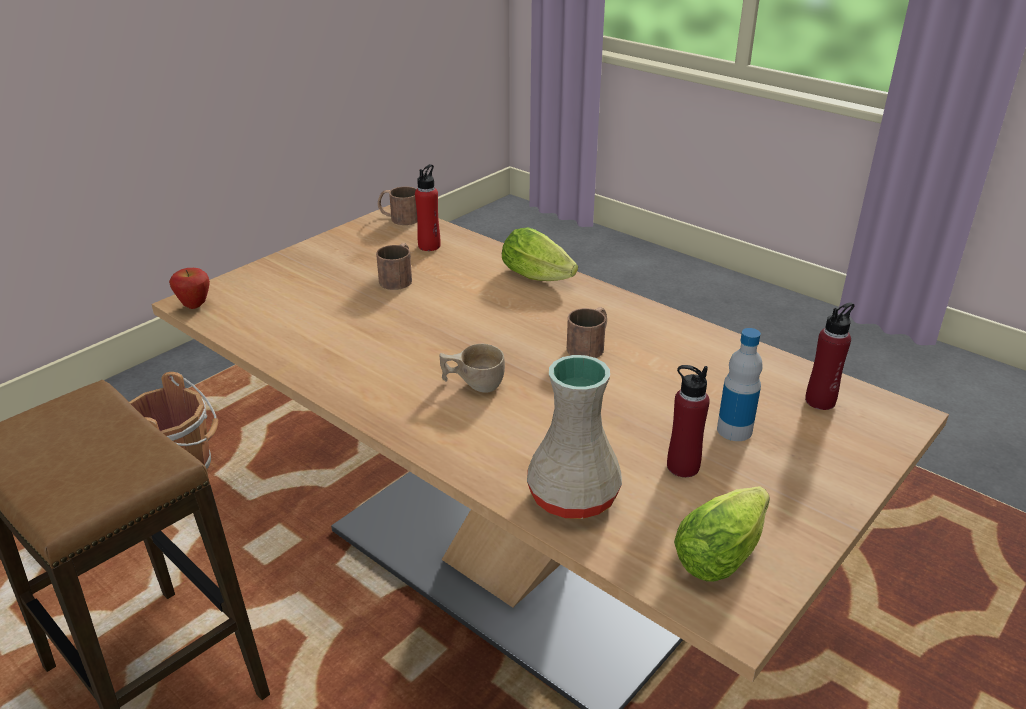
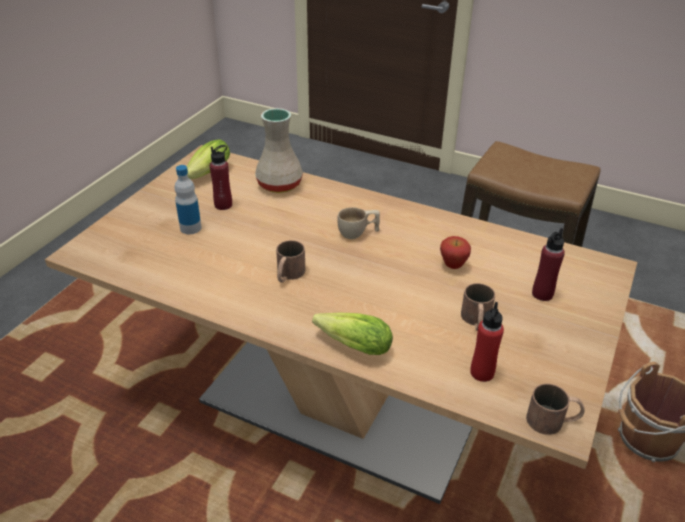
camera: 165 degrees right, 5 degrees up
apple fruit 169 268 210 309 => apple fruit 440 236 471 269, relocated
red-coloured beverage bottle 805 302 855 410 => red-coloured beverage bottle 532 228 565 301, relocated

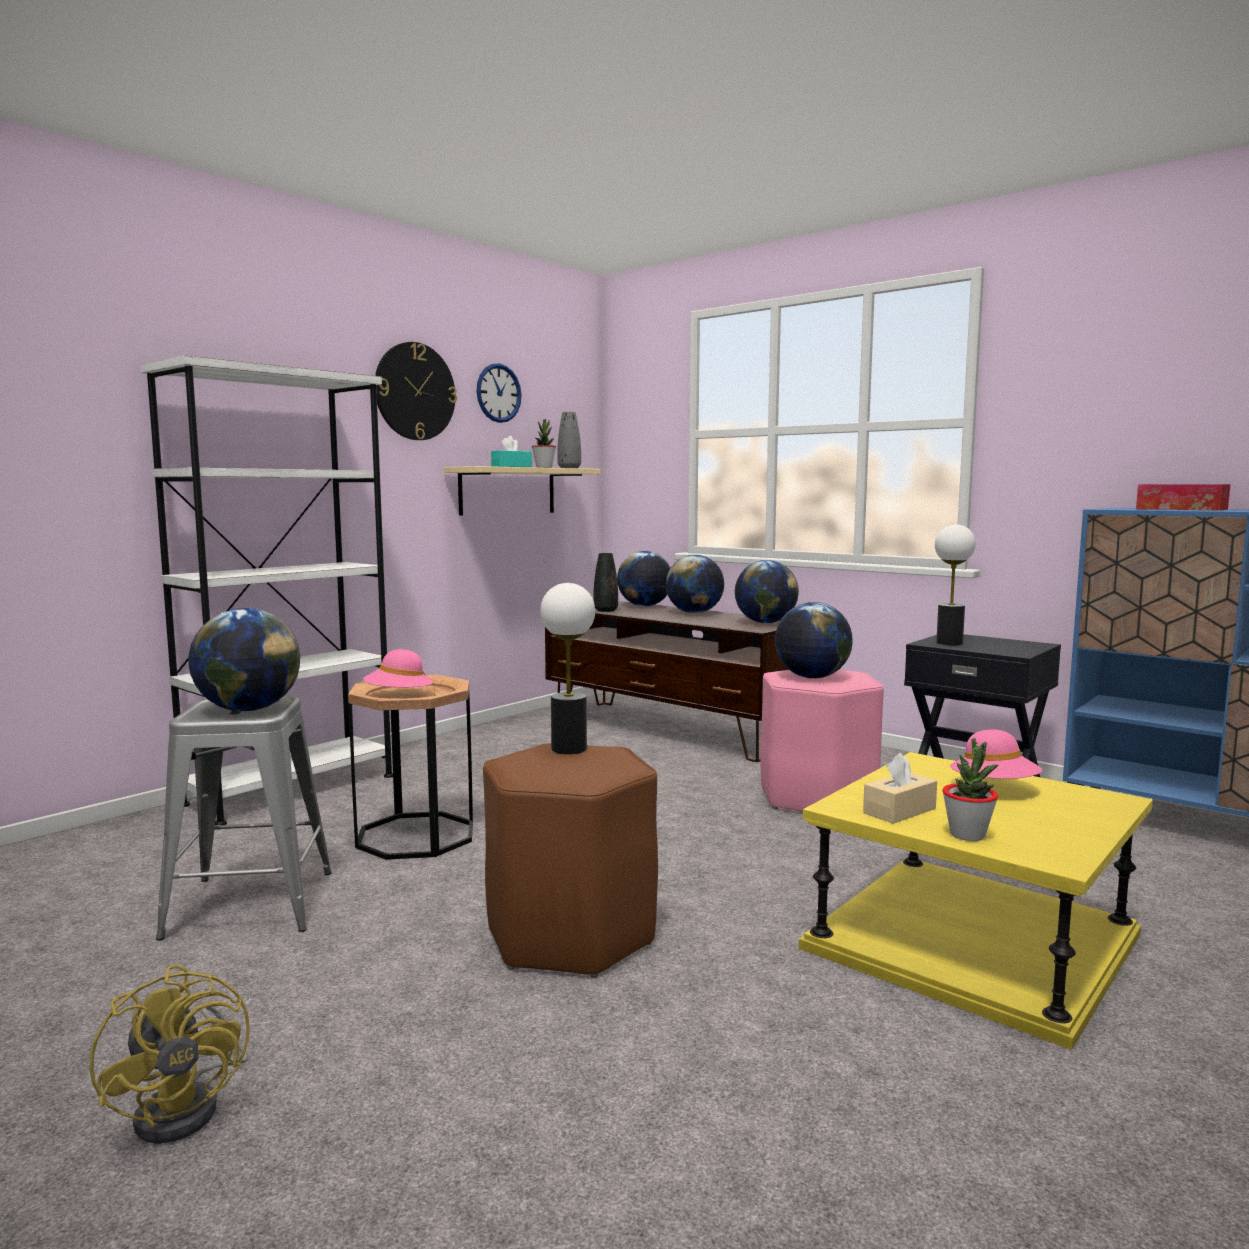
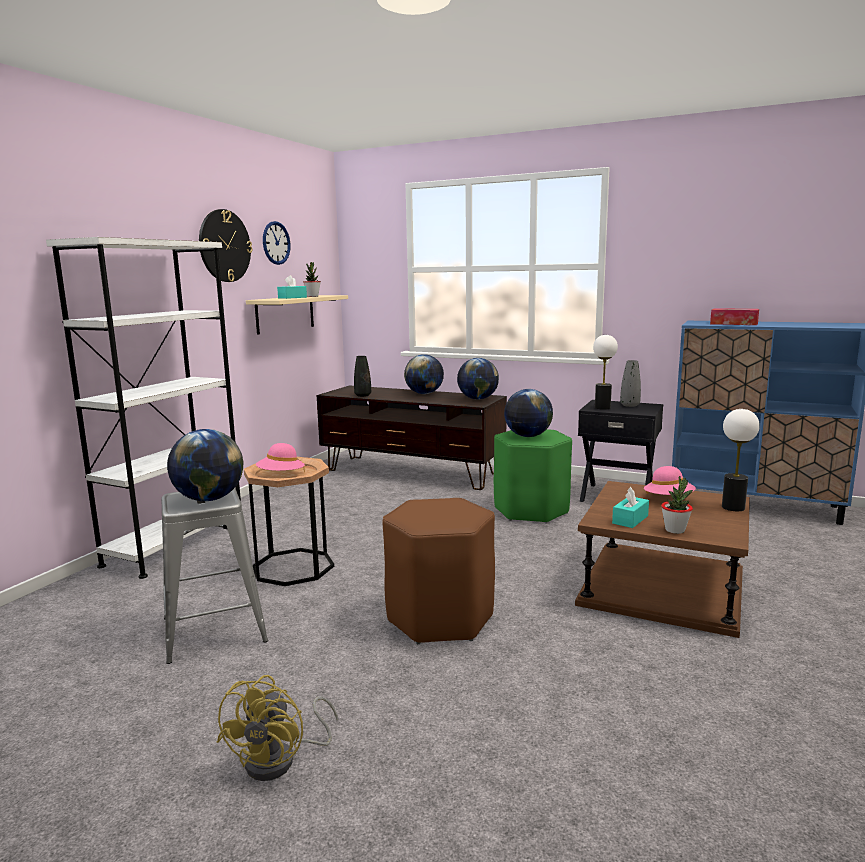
camera: 15 degrees left, 5 degrees up
globe 617 551 670 606 => nothing
table lamp 540 583 595 754 => table lamp 722 409 760 511, relocated
gray flower vase 557 412 581 468 => gray flower vase 620 360 641 407, relocated
pink-coloured sitting stool 760 670 884 812 => greenish sitting stool 494 429 572 524
yellowish accent table 799 752 1153 1050 => brown accent table 575 481 750 638
beige-coloured box of tissues 863 753 937 824 => turquoise-coloured box of tissues 612 487 649 528
yellowish electric fan 89 964 250 1144 => yellowish electric fan 217 675 338 781, 60 degrees clockwise

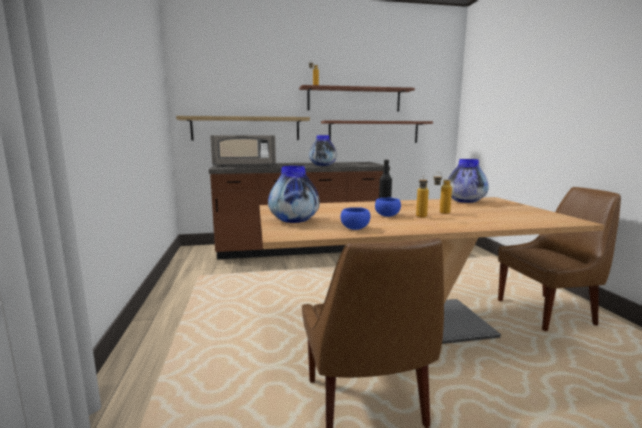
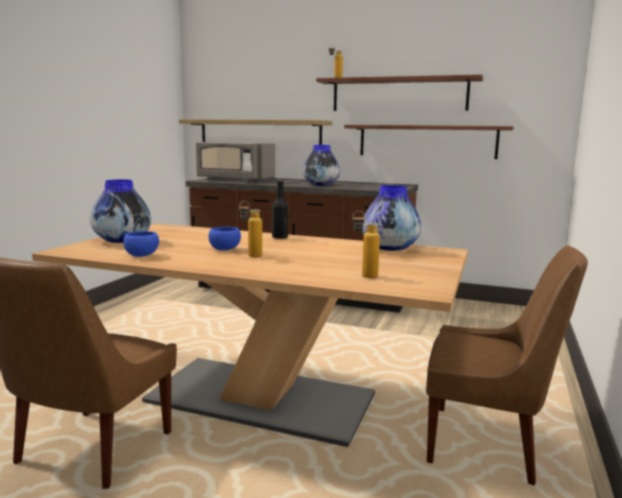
camera: 30 degrees right, 0 degrees up
beverage bottle 433 172 452 214 => beverage bottle 353 211 380 278, relocated

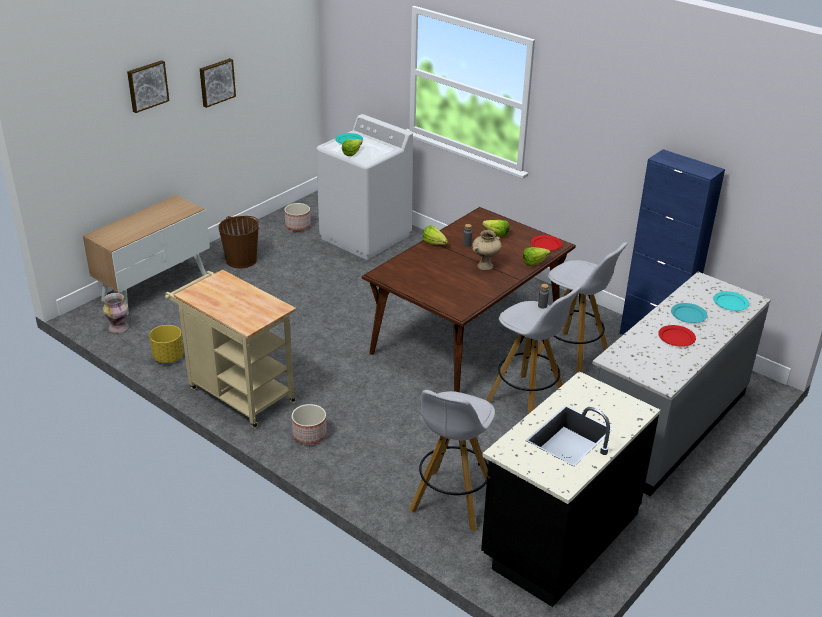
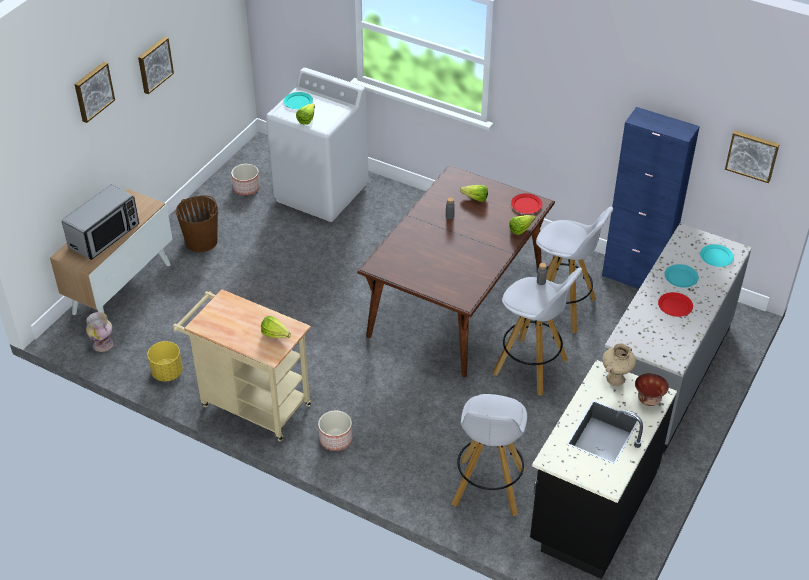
camera: 10 degrees left, 10 degrees up
nothing => microwave oven 62 185 139 260
nothing => serving bowl 635 373 669 406
nothing => wall art 725 131 780 183
head of lettuce 423 225 448 245 => head of lettuce 261 316 291 338, relocated
beige-coloured flower vase 472 230 502 270 => beige-coloured flower vase 602 344 636 386, relocated

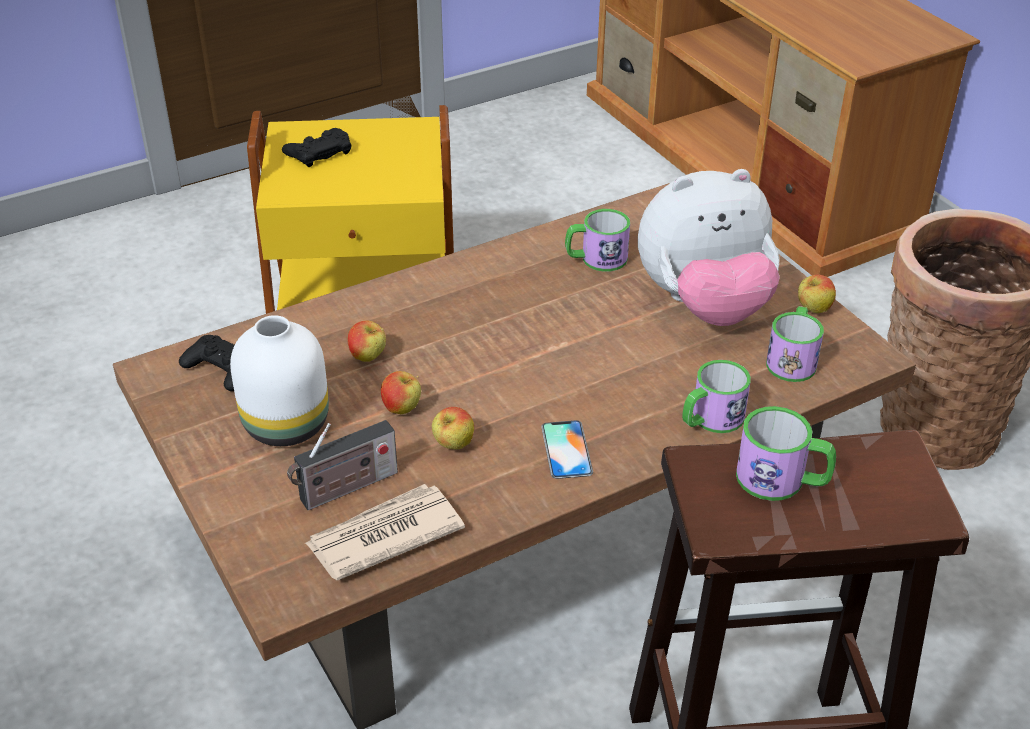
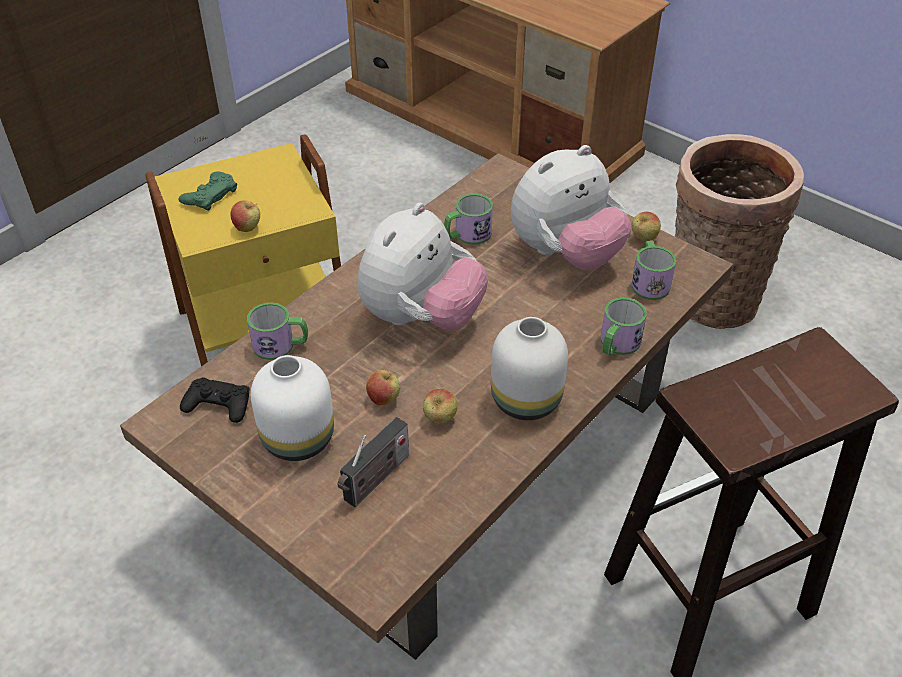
camera: 20 degrees left, 5 degrees up
daily paper 305 484 465 581 => nothing
nothing => soft toy 358 203 488 330
apple fruit 347 320 386 362 => apple fruit 231 200 260 232, relocated
mug 736 406 836 501 => mug 247 303 308 360, relocated
phone 541 420 593 479 => white-coloured flower vase 491 317 568 420
black gamepad 282 128 352 167 => greenish gamepad 179 171 237 211

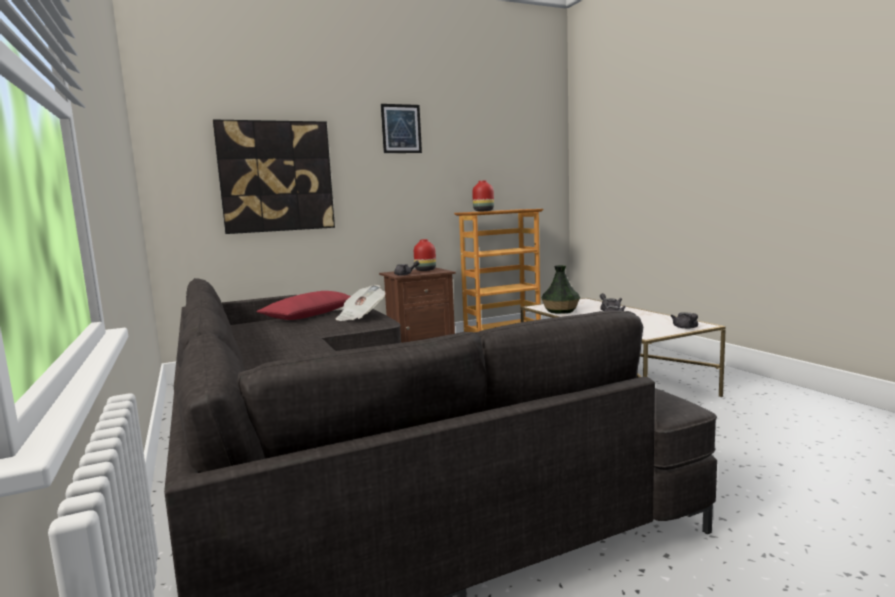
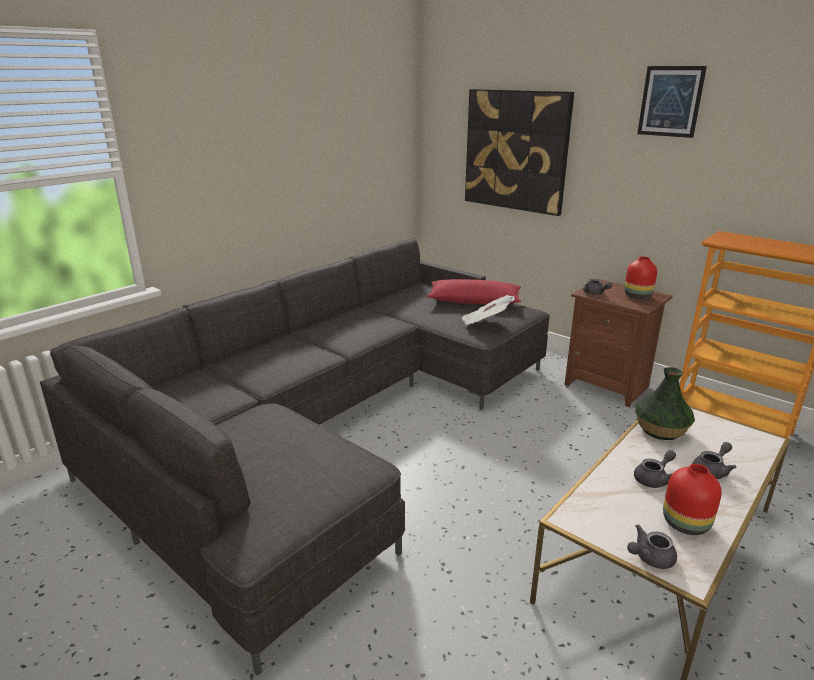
camera: 65 degrees right, 15 degrees up
red-coloured flower vase 472 181 494 211 => red-coloured flower vase 663 464 722 535, relocated

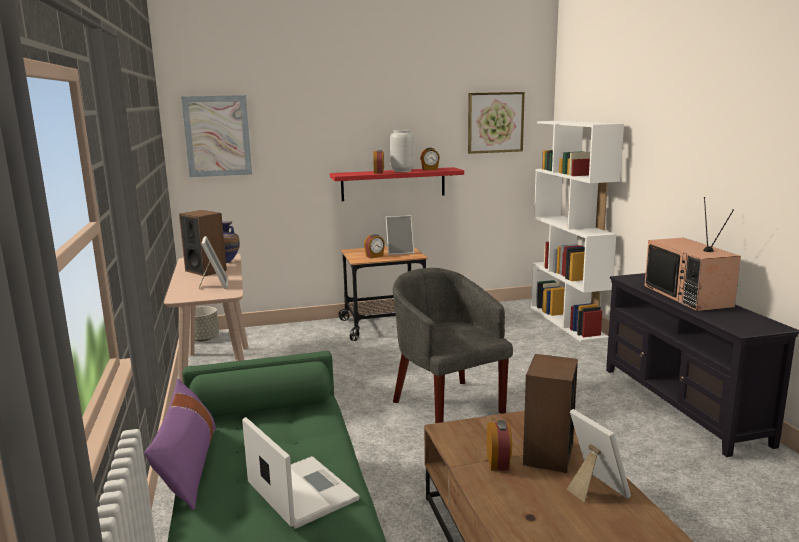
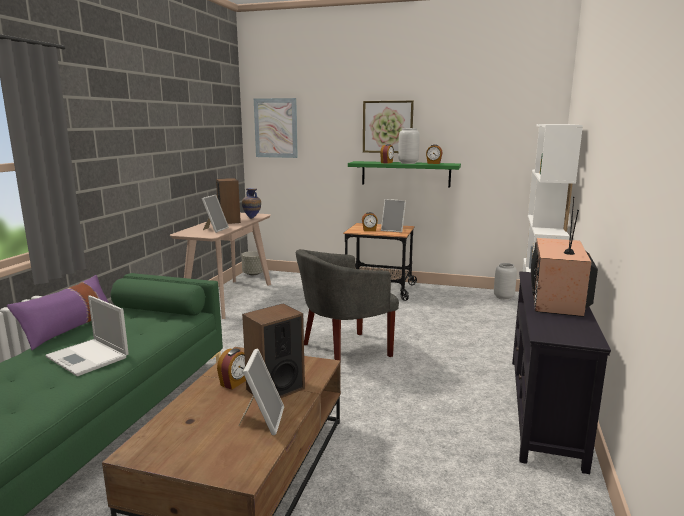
camera: 30 degrees right, 0 degrees up
nothing => gray flower vase 494 263 517 300
wall art 468 92 525 154 => wall art 363 101 414 153, relocated
red-coloured wall shelf 330 167 464 201 => greenish wall shelf 348 161 461 188
portable computer 242 417 360 529 => portable computer 45 295 129 376, 135 degrees clockwise
gray lounge chair 393 268 513 423 => gray lounge chair 296 249 399 361, 120 degrees counterclockwise

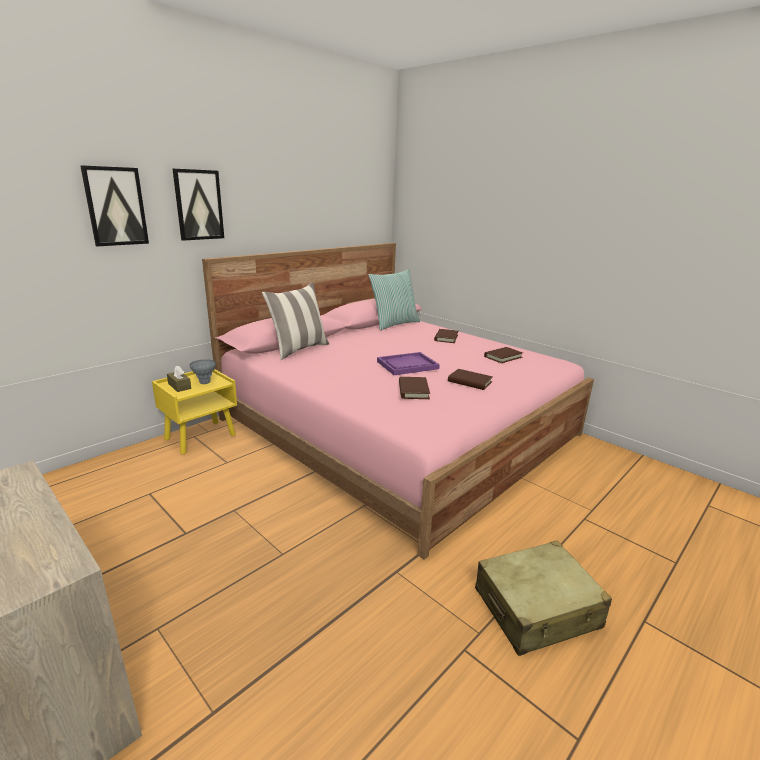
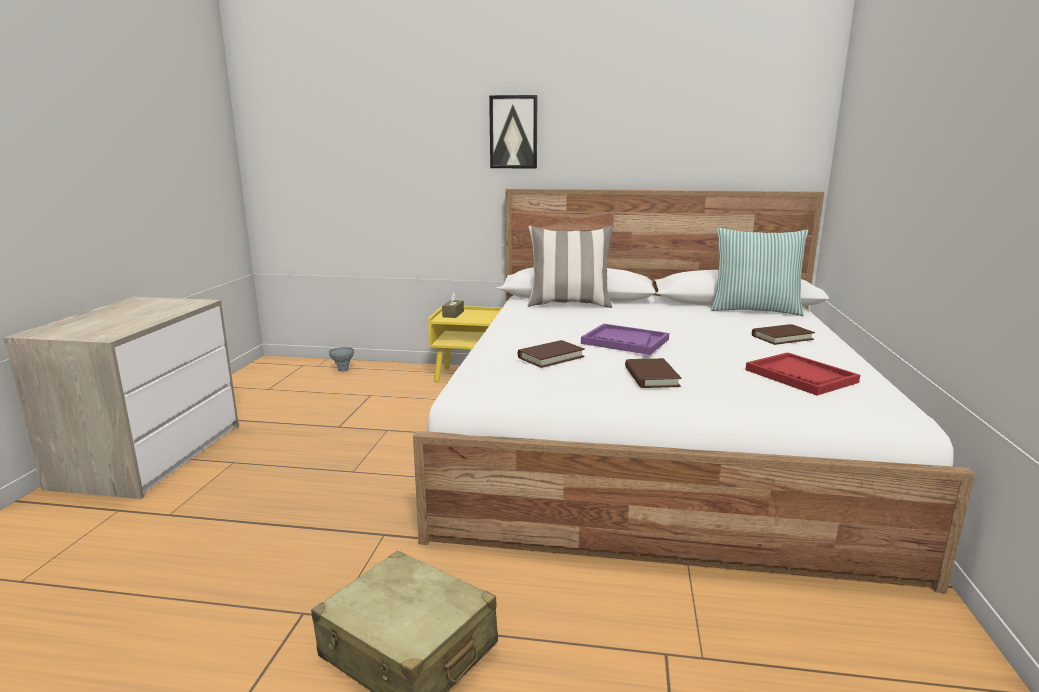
camera: 55 degrees right, 5 degrees down
wall art 80 165 149 246 => nothing
gray flower vase 190 359 216 384 => gray flower vase 329 347 354 372, relocated
brown book 484 347 523 363 => red-coloured serving tray 746 352 860 396
pink-coloured sleeping bed 202 243 594 560 => white-coloured sleeping bed 413 189 975 593

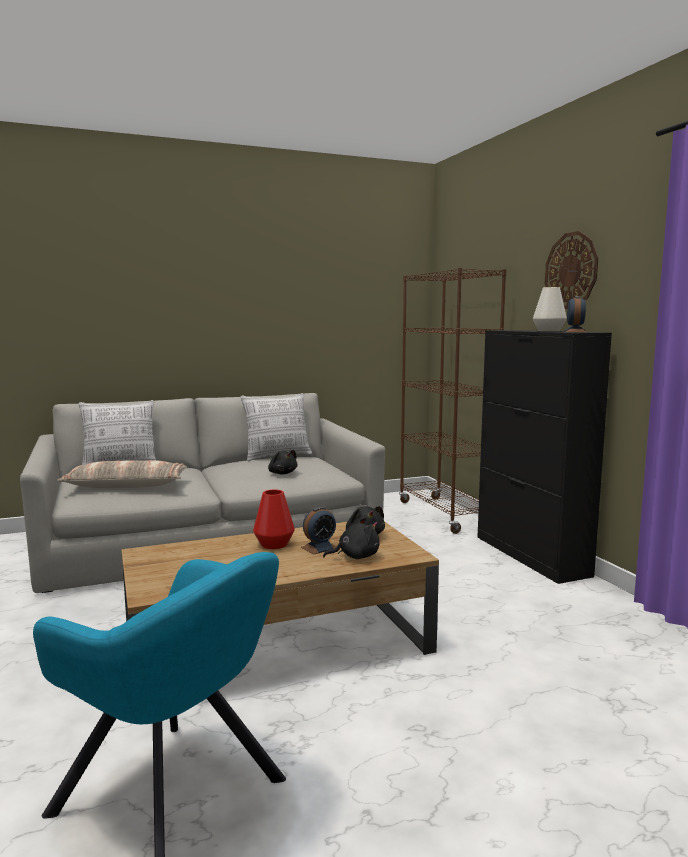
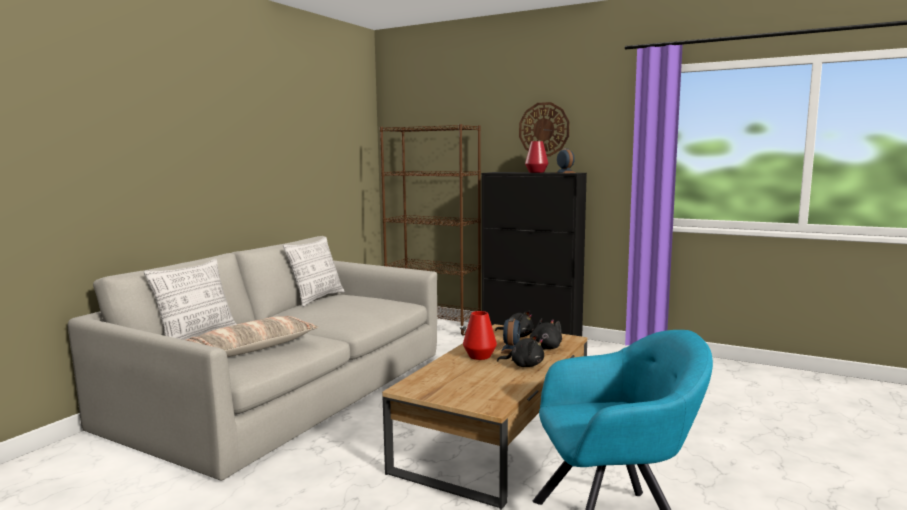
camera: 40 degrees left, 0 degrees up
black soft toy 268 450 298 475 => black soft toy 497 335 544 367, relocated
white-coloured flower vase 533 287 567 331 => red-coloured flower vase 525 141 548 173

